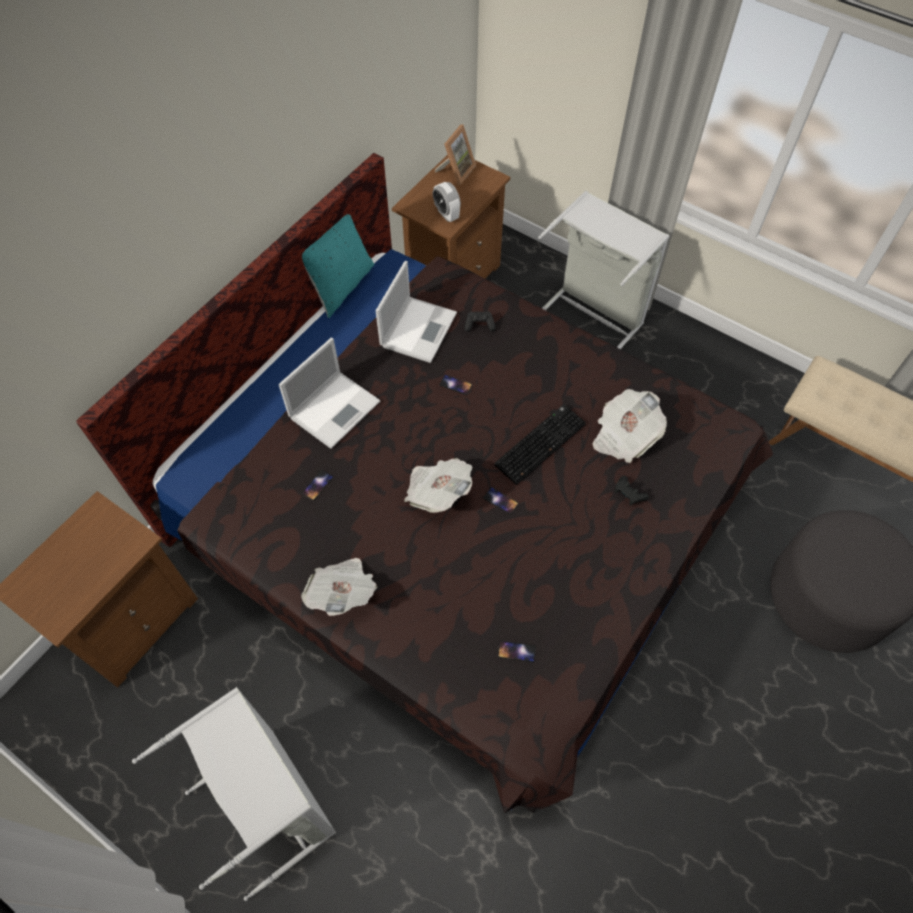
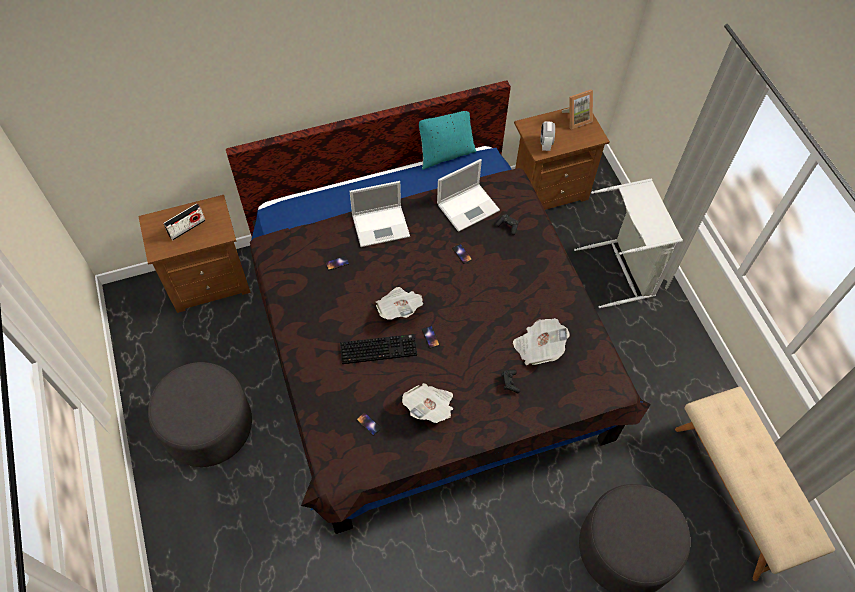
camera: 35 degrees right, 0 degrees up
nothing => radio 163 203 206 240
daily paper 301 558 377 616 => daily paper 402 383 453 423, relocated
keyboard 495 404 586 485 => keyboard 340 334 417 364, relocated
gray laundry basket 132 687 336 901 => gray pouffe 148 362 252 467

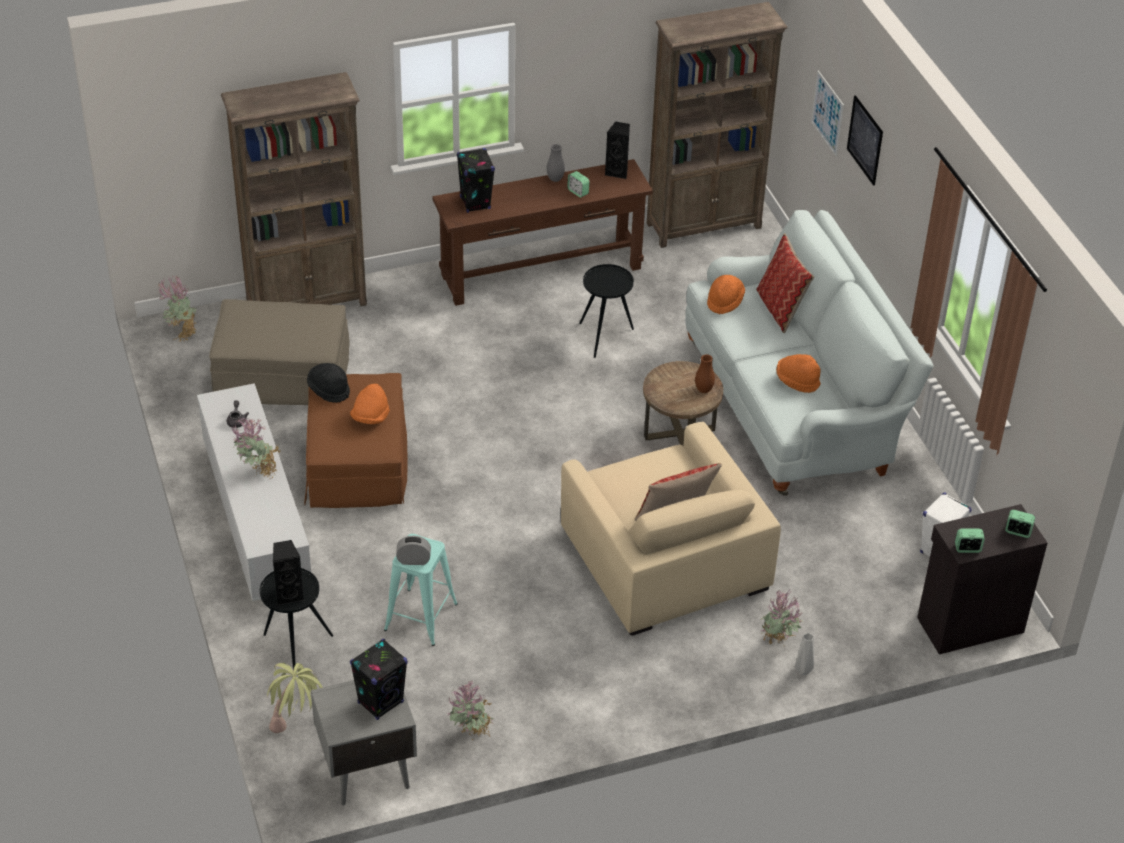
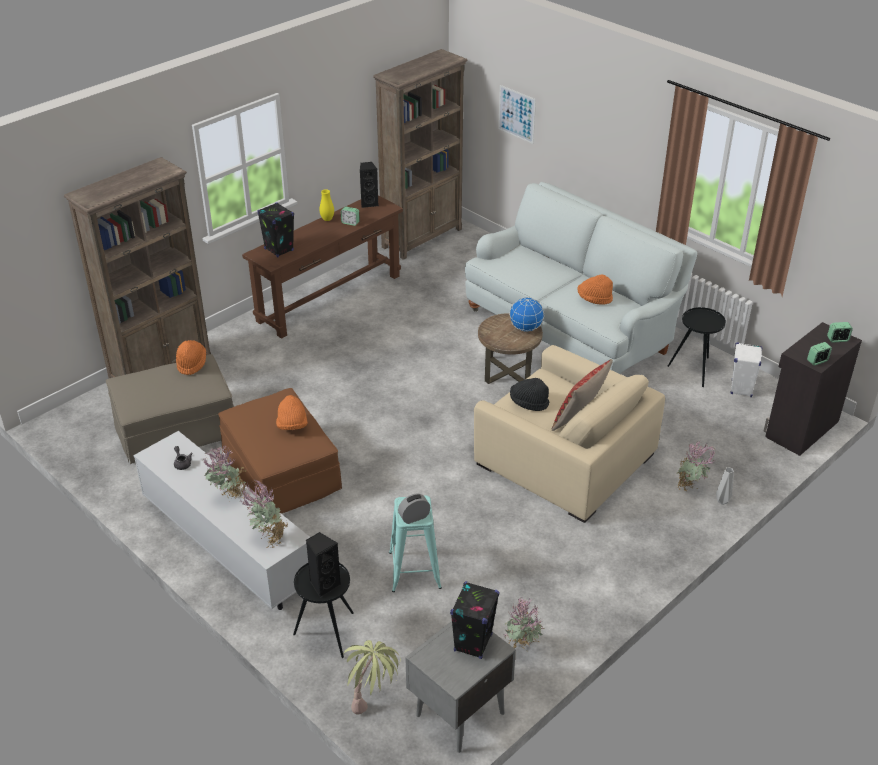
camera: 25 degrees left, 5 degrees down
throw pillow 756 233 814 333 => nothing
wall art 847 95 883 186 => nothing
potted plant 157 275 196 342 => potted plant 240 480 288 548, relocated
black hat 307 363 350 403 => black hat 510 378 549 411, relocated
black accent table 579 264 634 358 => black accent table 668 307 726 387, relocated
orangey hat 707 275 745 314 => orangey hat 176 340 206 375, relocated
brown flower vase 695 354 715 393 => globe 509 297 544 332
gray flower vase 547 144 565 182 => yellowish flower vase 319 189 334 221

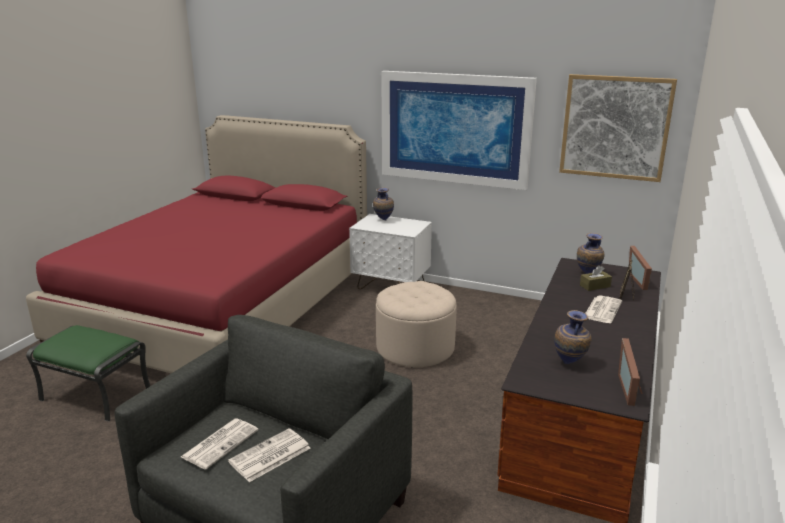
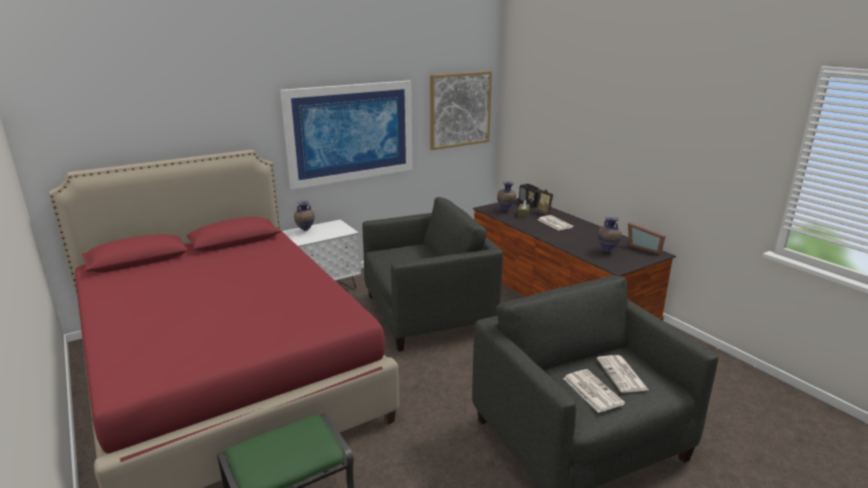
camera: 55 degrees left, 0 degrees up
beige-coloured pouffe 376 281 457 368 => gray lounge chair 363 197 503 351
picture frame 629 246 652 290 => radio 519 184 541 208

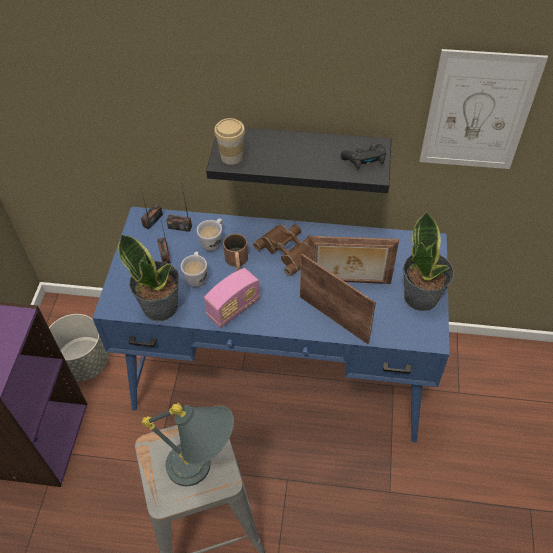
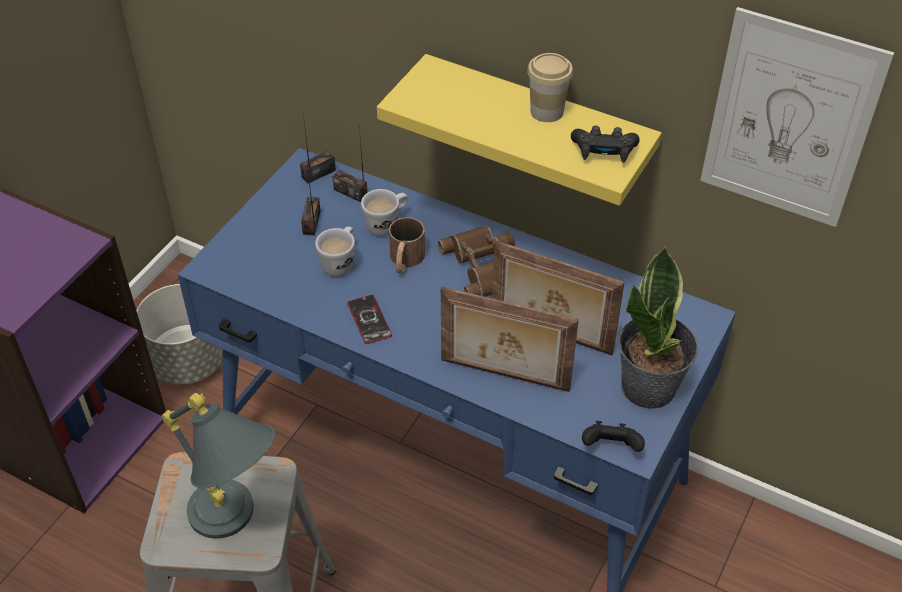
camera: 20 degrees right, 5 degrees down
potted plant 118 234 180 321 => nothing
nothing => black gamepad 582 421 645 452
cup 214 118 245 165 => cup 527 53 573 122, relocated
radio 204 268 260 328 => phone 347 295 392 344
black wall shelf 206 127 391 193 => yellowish wall shelf 377 54 662 206
picture frame 300 254 376 344 => picture frame 441 287 579 392, 135 degrees clockwise

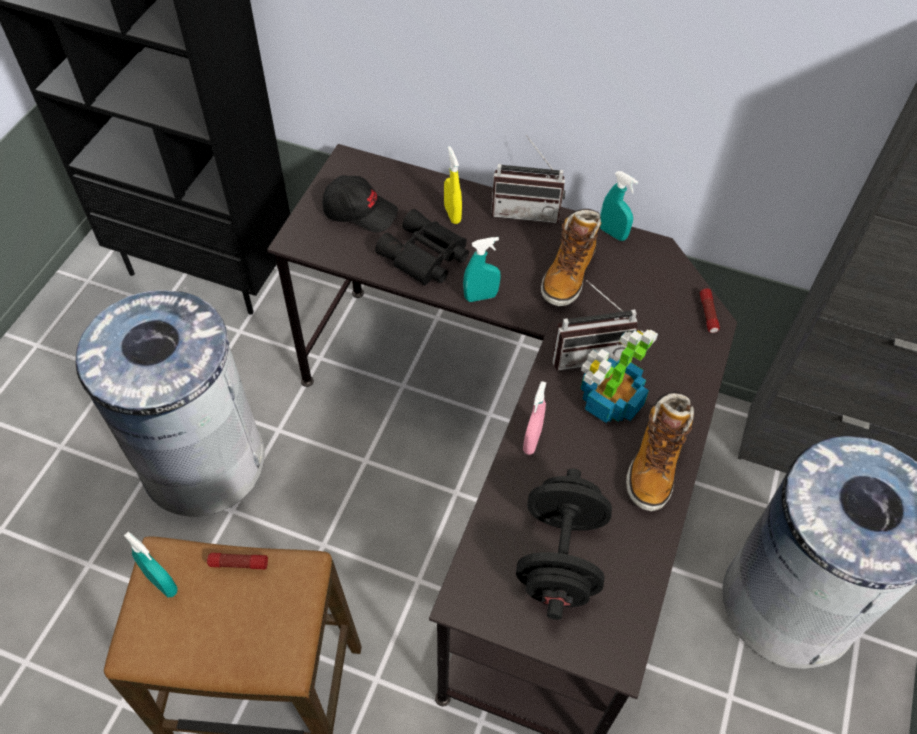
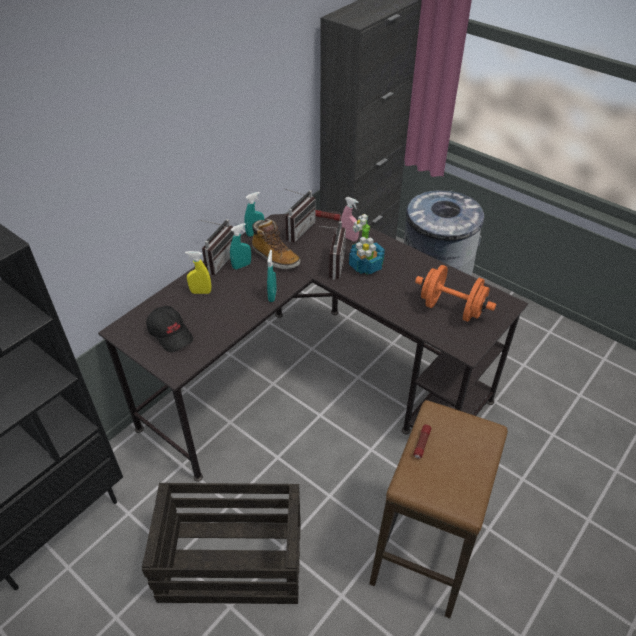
camera: 70 degrees left, 10 degrees down
black binoculars 375 209 469 286 => nothing
high-top boot 626 392 694 511 => nothing
nothing => radio 285 189 316 242
turquoise-coloured hand sprayer 124 531 177 597 => turquoise-coloured hand sprayer 230 223 251 269, relocated
pink-coloured hand sprayer 523 381 546 455 => pink-coloured hand sprayer 341 197 359 241, relocated
gray rubbish bin 76 287 265 517 => packing crate 142 483 301 604
black free weight 516 469 612 620 => orangey free weight 415 265 496 322
black baseball cap 322 175 398 233 => black baseball cap 146 306 193 352, 105 degrees clockwise

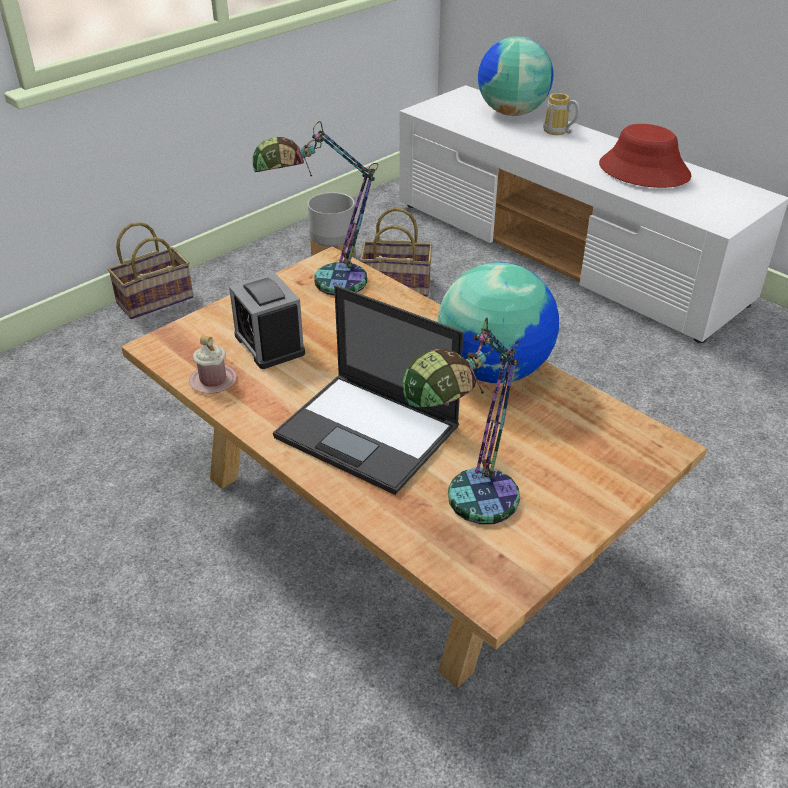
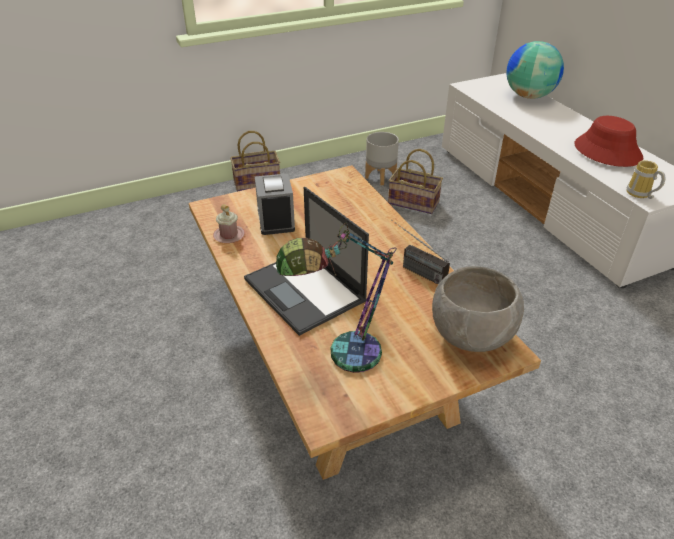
camera: 20 degrees right, 0 degrees up
table lamp 253 121 378 296 => nothing
nothing => gray serving bowl 432 266 524 352
mug 543 93 580 135 => mug 627 160 665 199, relocated
globe 438 262 559 383 => radio 391 220 450 285

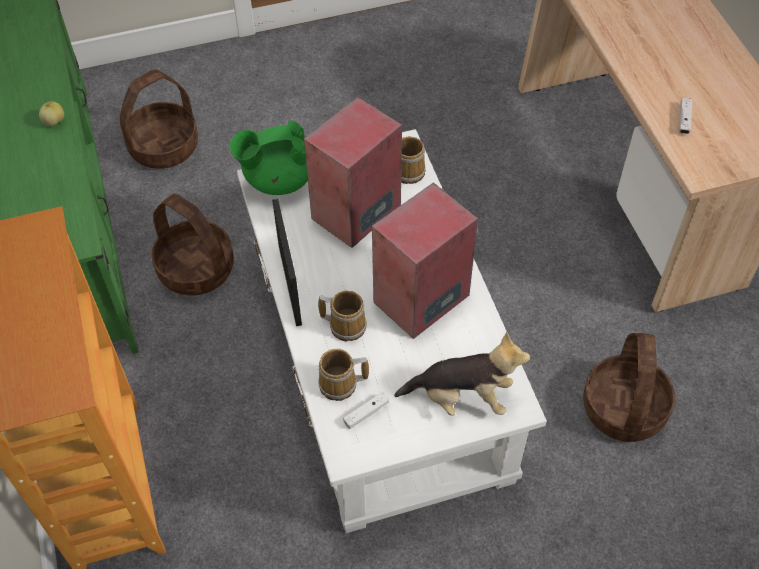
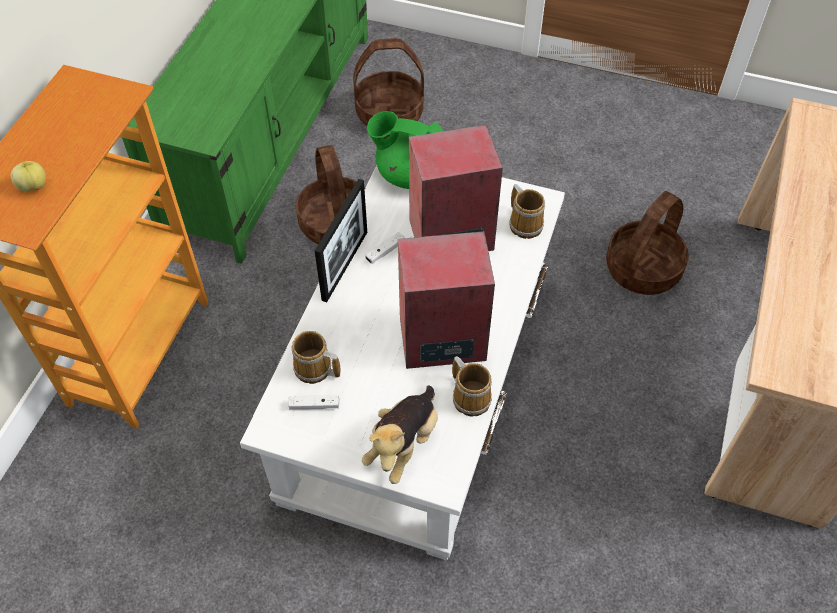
camera: 35 degrees right, 0 degrees up
apple fruit 39 101 64 126 => apple fruit 11 161 46 191, relocated
mug 318 290 367 341 => mug 452 356 492 417, relocated
household basket 583 333 675 442 => household basket 606 191 689 295, relocated
white-coloured gamepad 679 98 692 134 => white-coloured gamepad 365 232 405 264, relocated
soft toy 394 332 530 416 => soft toy 362 385 438 484, 75 degrees clockwise

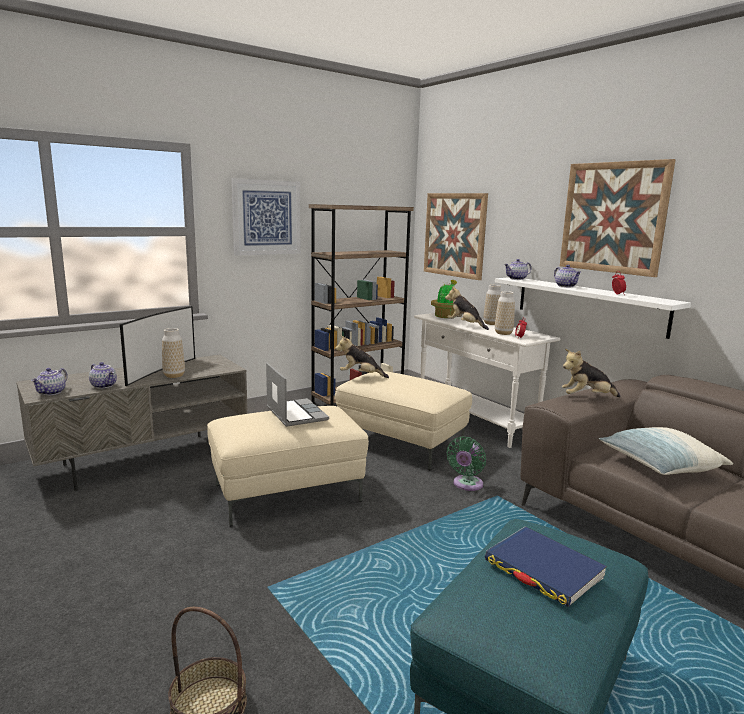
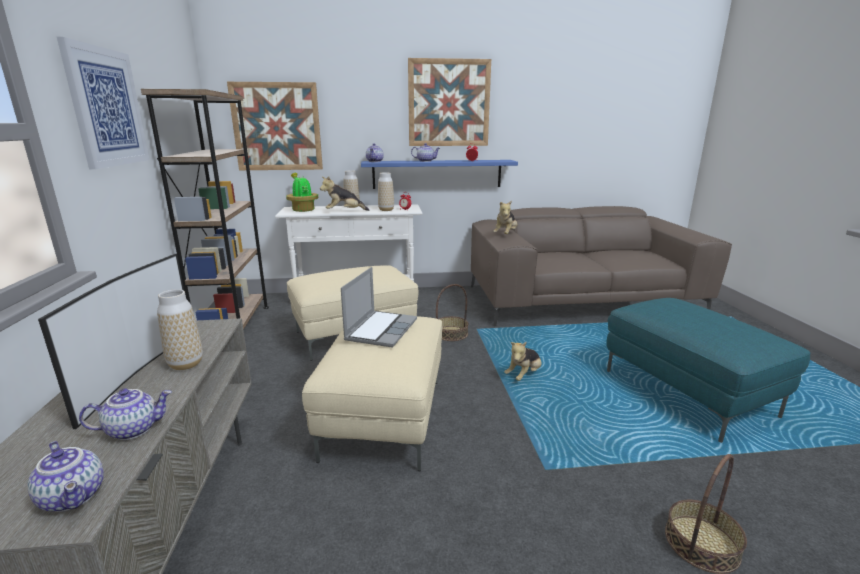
camera: 60 degrees left, 5 degrees up
blue book 485 526 607 607 => nothing
throw pillow 599 427 733 475 => nothing
soft toy 335 335 389 378 => soft toy 504 341 542 381, relocated
greenish electric fan 447 437 486 491 => household basket 436 284 469 341
white-coloured wall shelf 495 277 691 339 => blue wall shelf 361 160 518 189
TV set 120 306 195 386 => TV set 38 254 184 429, 45 degrees clockwise
portable computer 266 363 329 427 => portable computer 341 267 417 348, 105 degrees clockwise

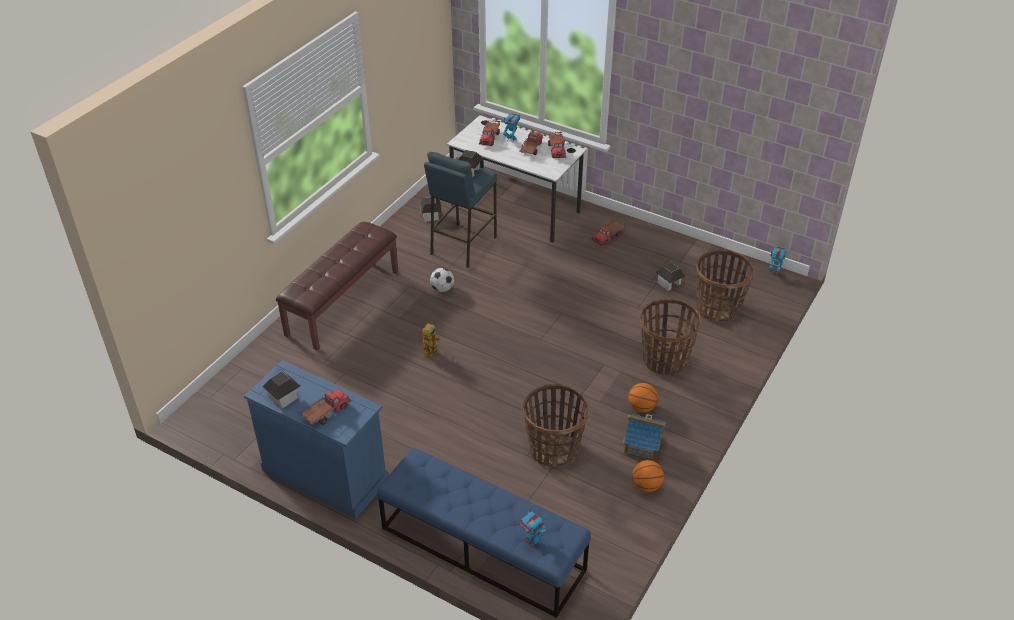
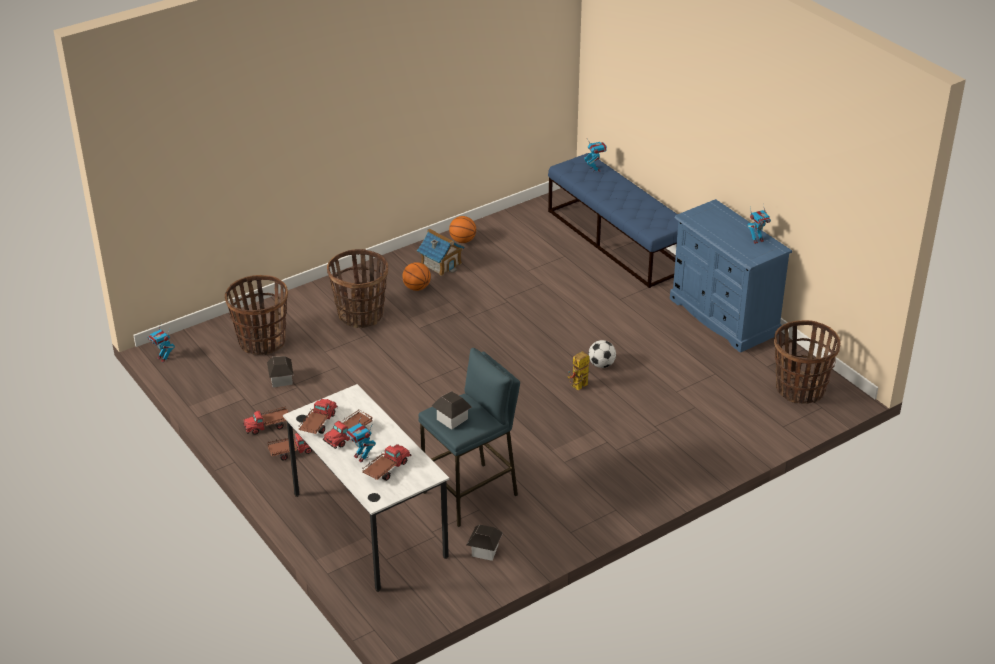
camera: 155 degrees left, 5 degrees down
brown indoor bench 276 222 398 350 => nothing
toy lorry 301 389 351 425 => toy lorry 243 406 289 434, relocated
ball for football 430 268 454 292 => ball for football 588 340 616 368, relocated
household basket 523 384 589 467 => household basket 774 320 841 404, relocated
toy house 263 371 300 408 => model robot 748 203 771 244

